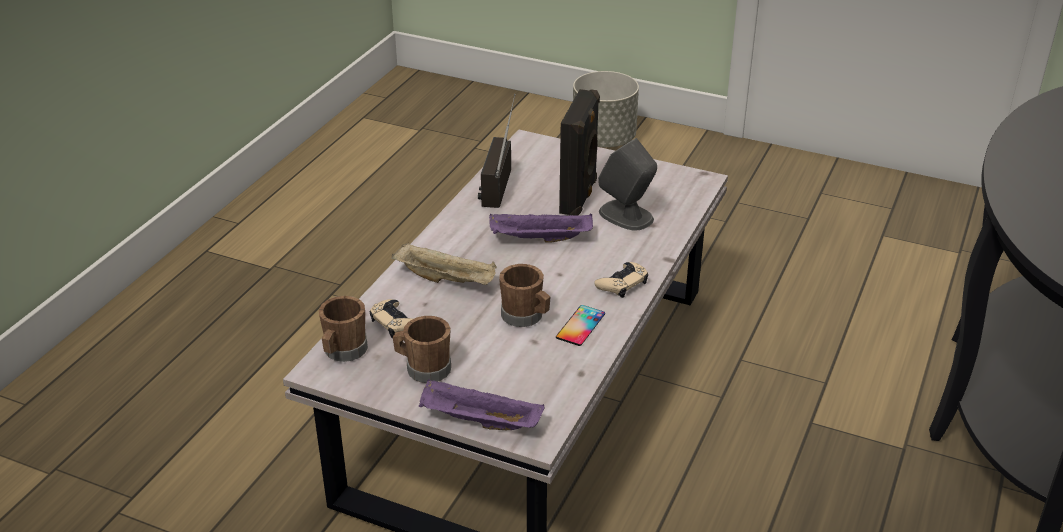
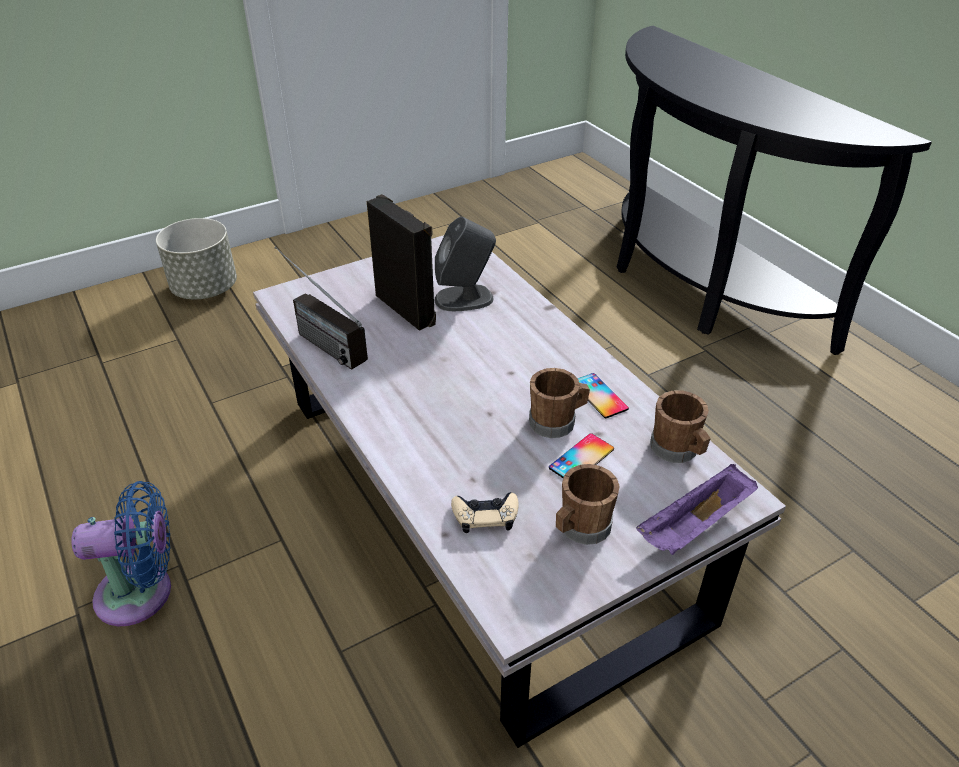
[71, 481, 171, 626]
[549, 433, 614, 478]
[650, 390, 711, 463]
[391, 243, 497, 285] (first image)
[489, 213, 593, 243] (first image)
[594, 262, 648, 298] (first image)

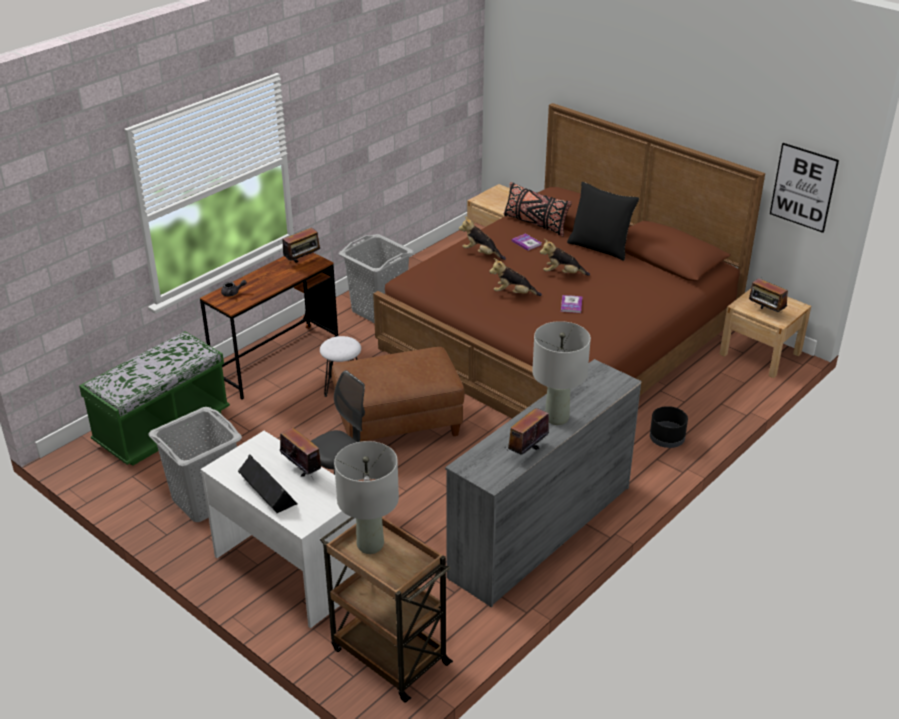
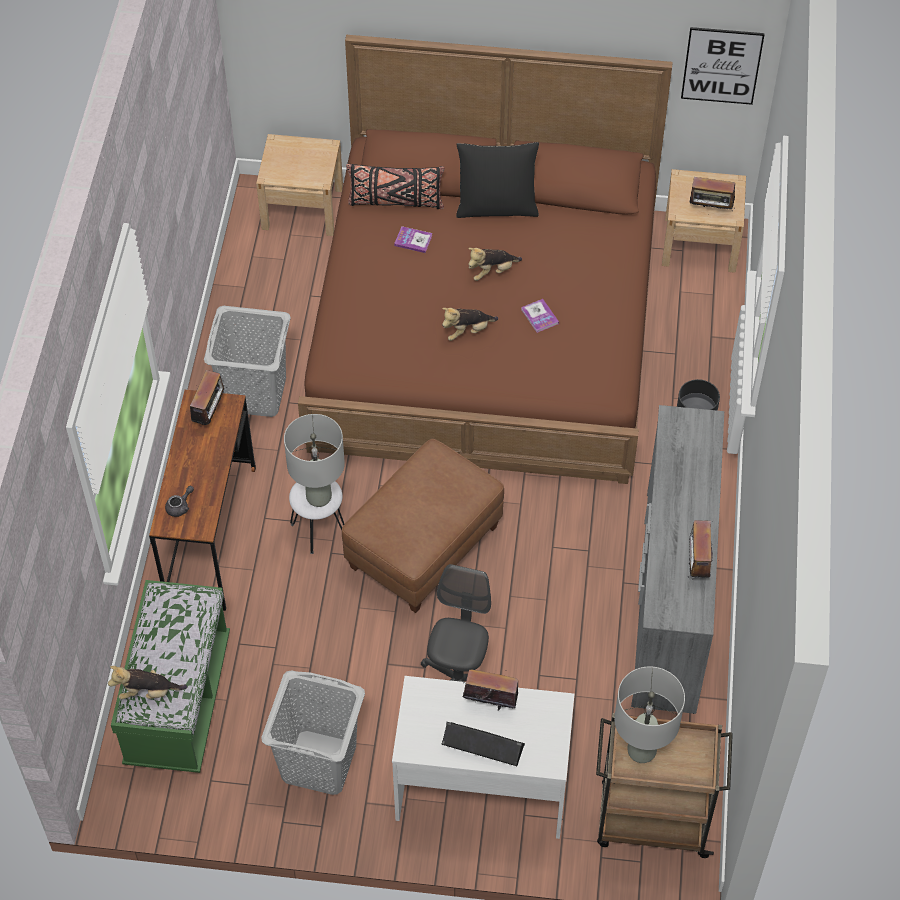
[108, 666, 187, 699]
[284, 414, 345, 507]

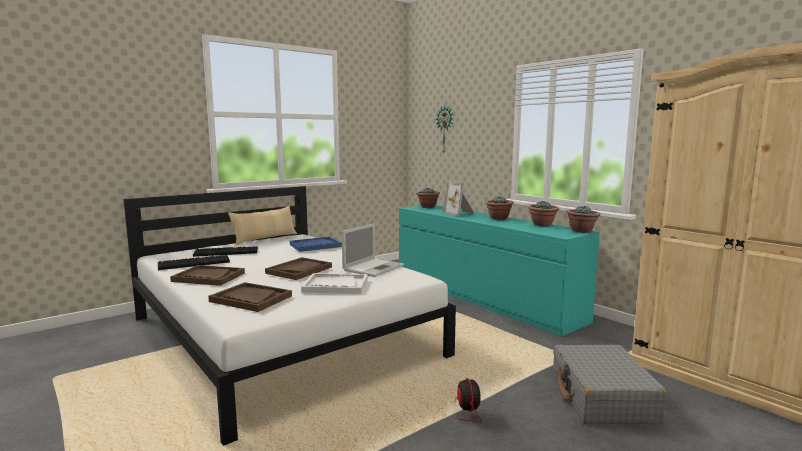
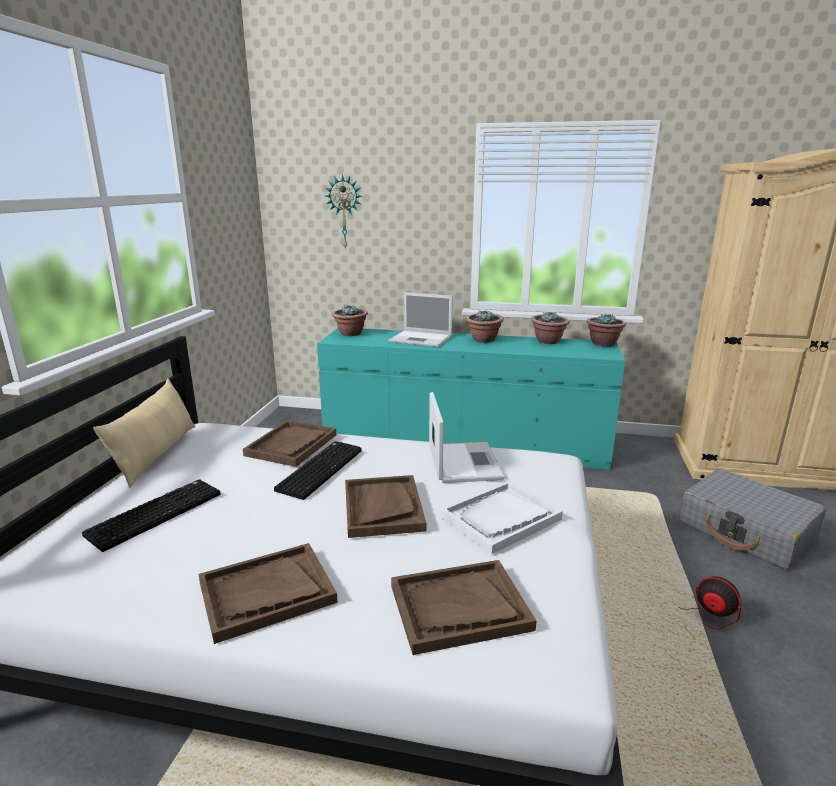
[243, 420, 336, 467]
[274, 441, 362, 500]
[388, 292, 453, 347]

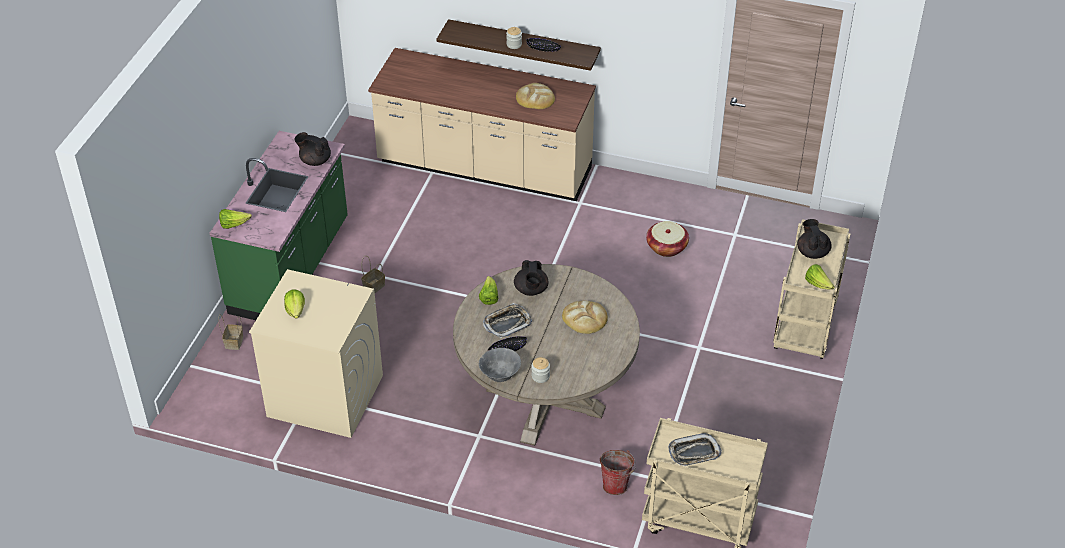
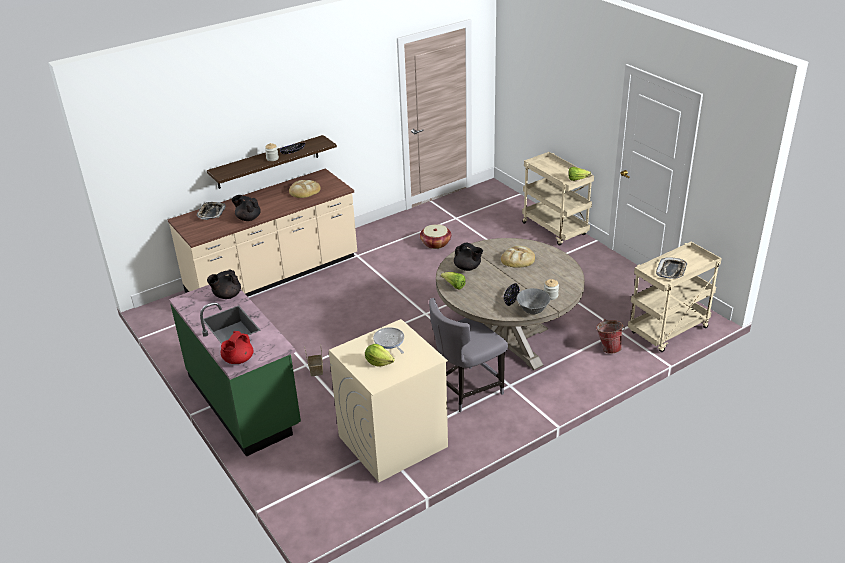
[197, 202, 226, 220]
[220, 331, 253, 364]
[232, 195, 261, 221]
[373, 327, 404, 354]
[429, 298, 508, 413]
[218, 314, 243, 350] (first image)

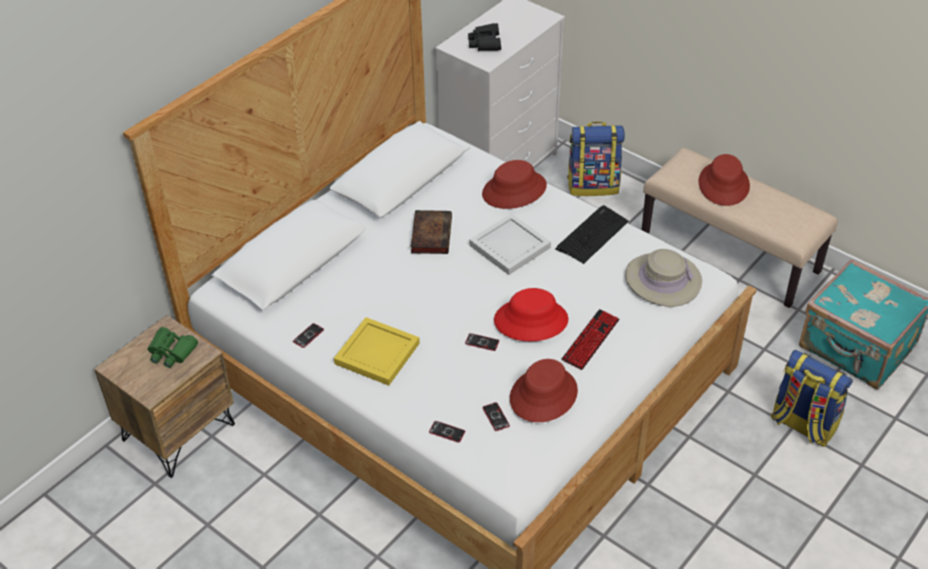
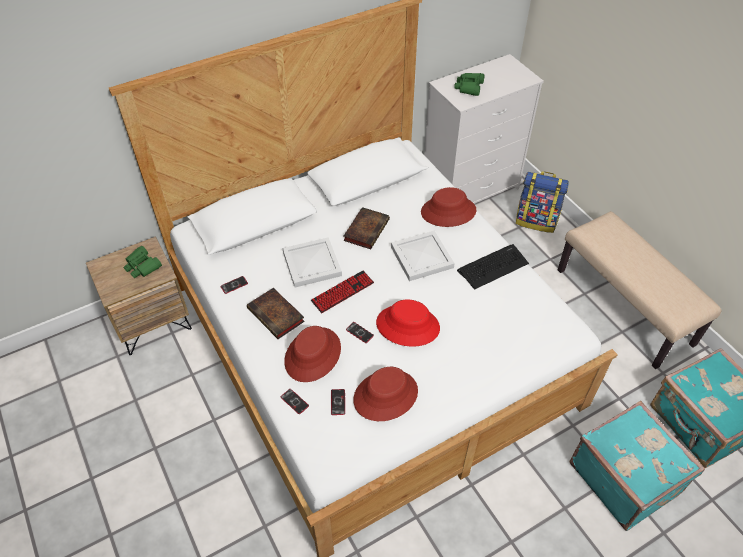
[247, 288, 305, 339]
[283, 237, 342, 287]
[284, 326, 341, 382]
[311, 271, 374, 313]
[454, 73, 484, 96]
[569, 401, 705, 531]
[625, 249, 702, 307] (first image)

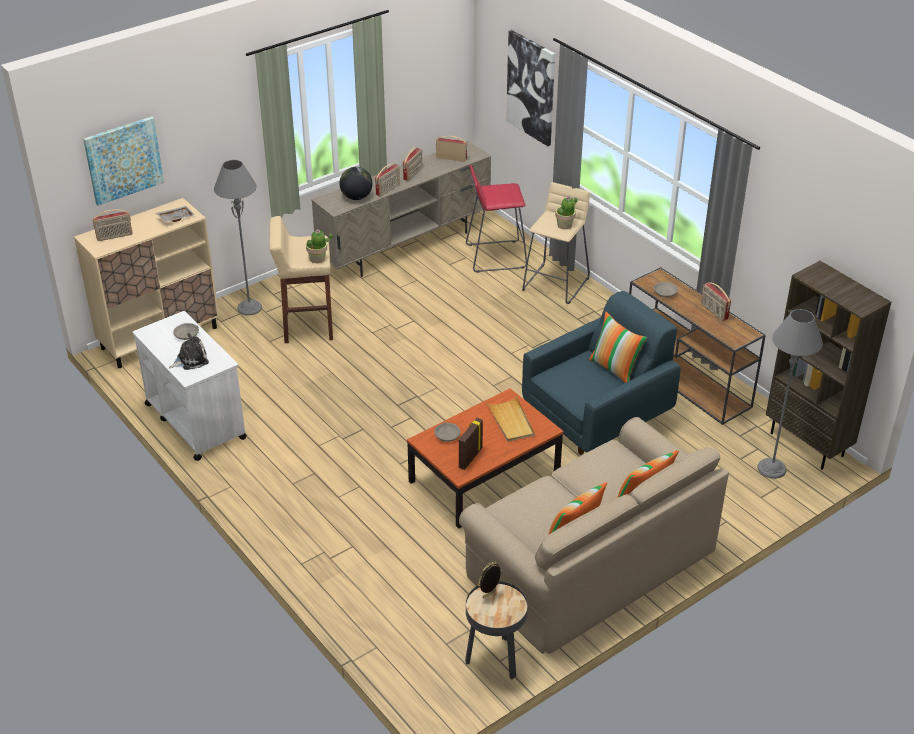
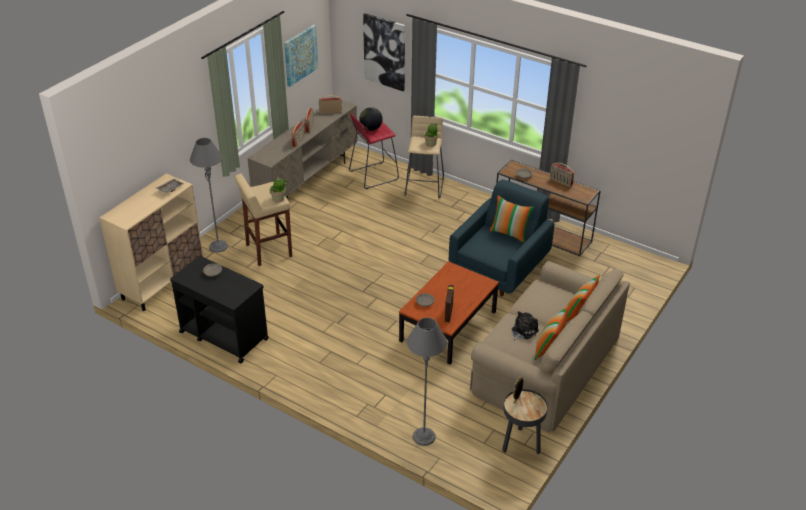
[170, 256, 269, 363]
[284, 25, 318, 87]
[359, 107, 383, 131]
[407, 317, 447, 446]
[512, 311, 539, 341]
[93, 209, 133, 241] (first image)
[486, 396, 535, 442] (first image)
[766, 261, 891, 470] (first image)

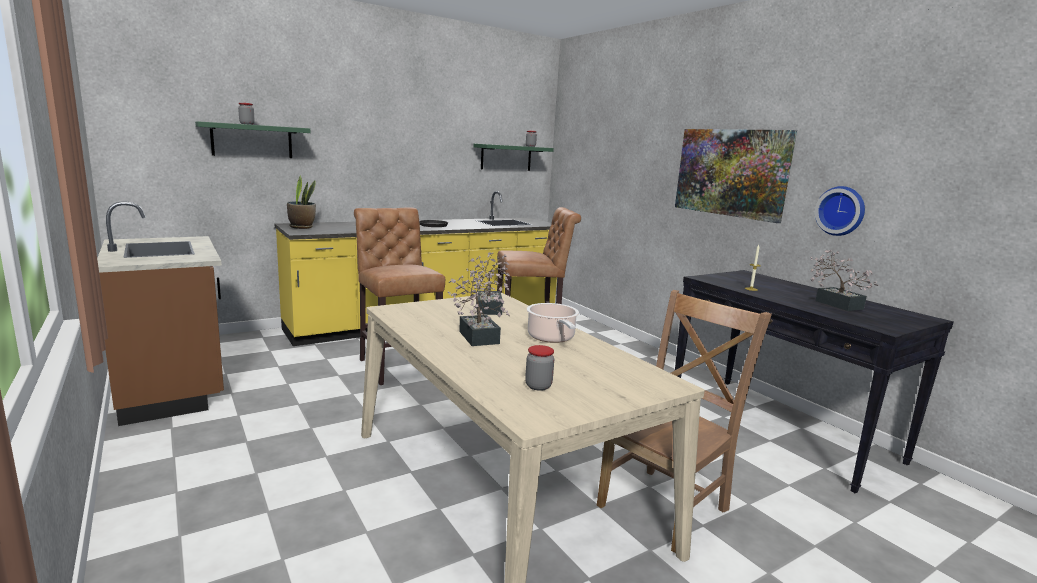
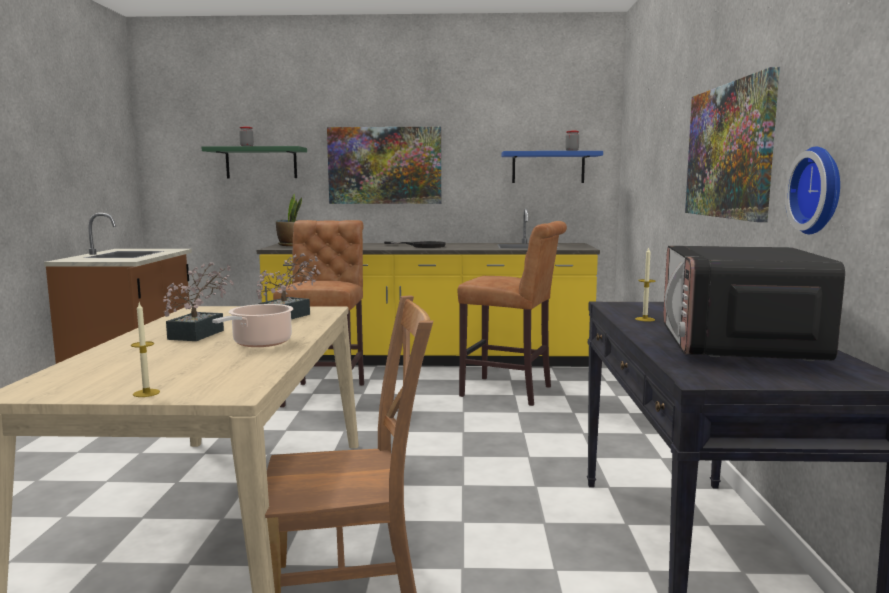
[131, 303, 160, 397]
[327, 127, 441, 204]
[501, 151, 603, 183]
[663, 246, 845, 361]
[525, 345, 554, 391] (first image)

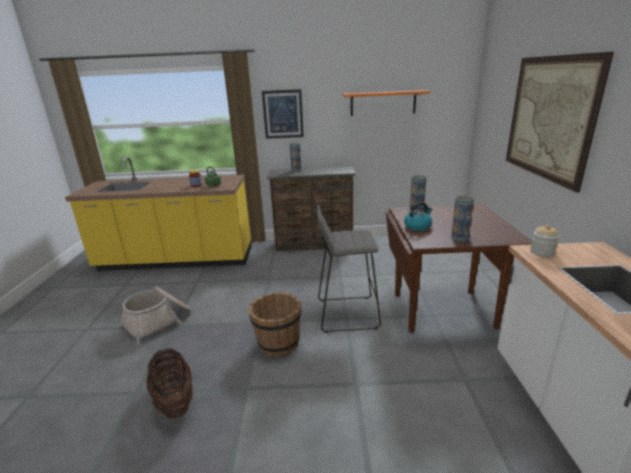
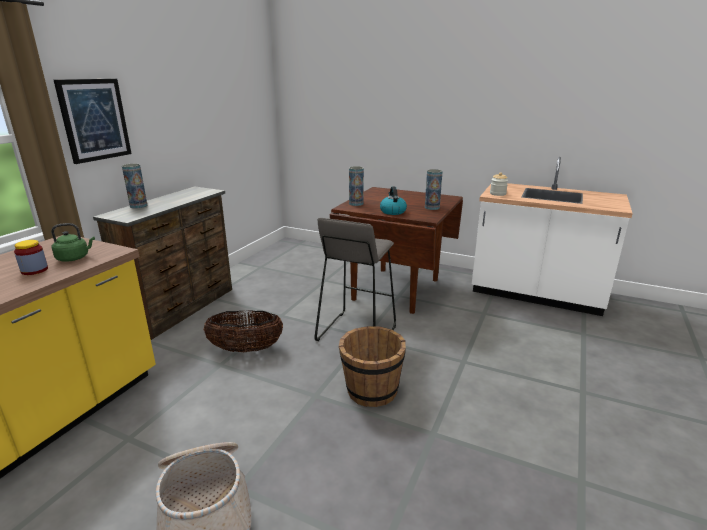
[203, 310, 283, 352]
[343, 90, 430, 116] (first image)
[506, 52, 614, 193] (first image)

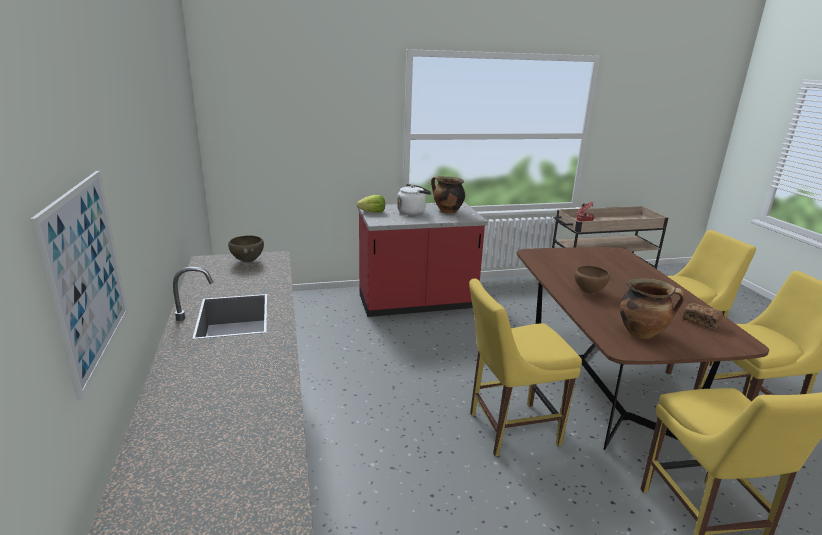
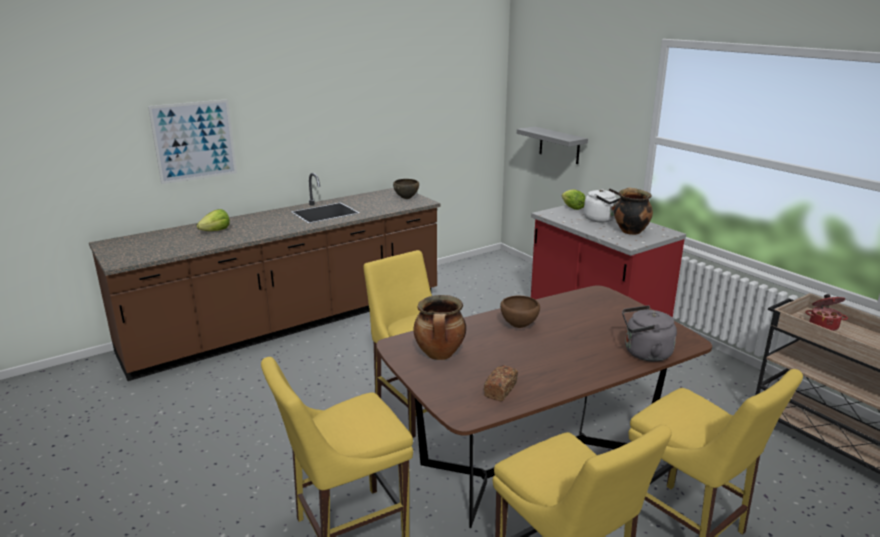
[197, 209, 230, 231]
[517, 127, 588, 164]
[622, 305, 677, 362]

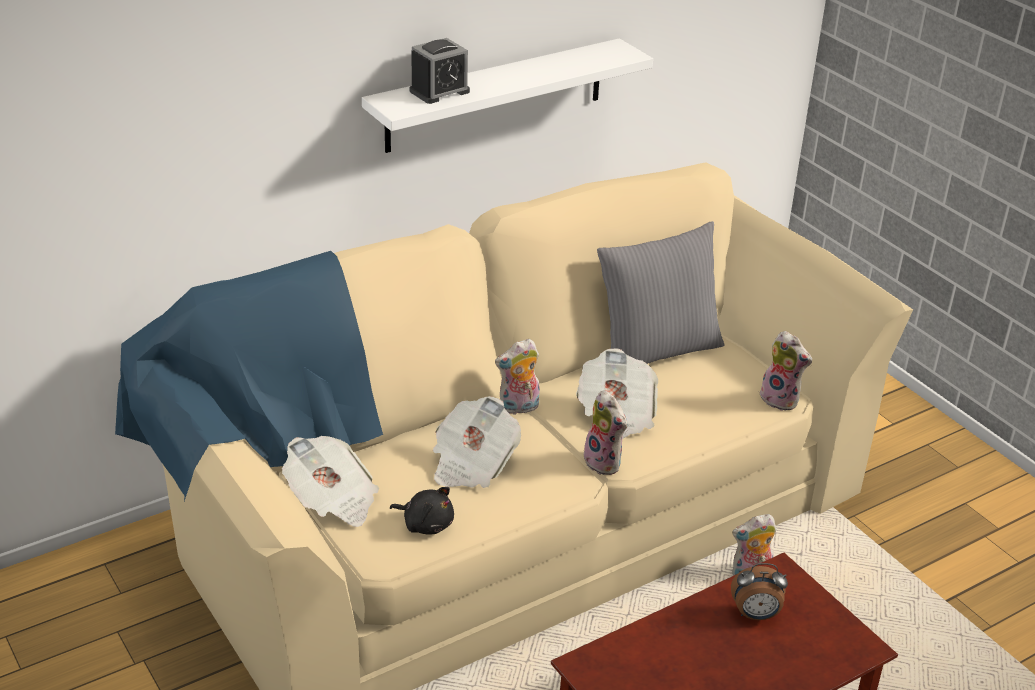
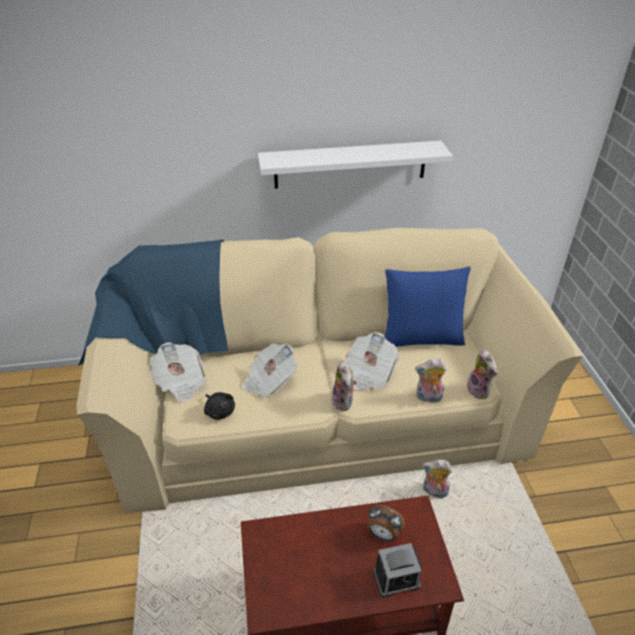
[373, 543, 422, 598]
[385, 267, 471, 347]
[415, 359, 447, 403]

